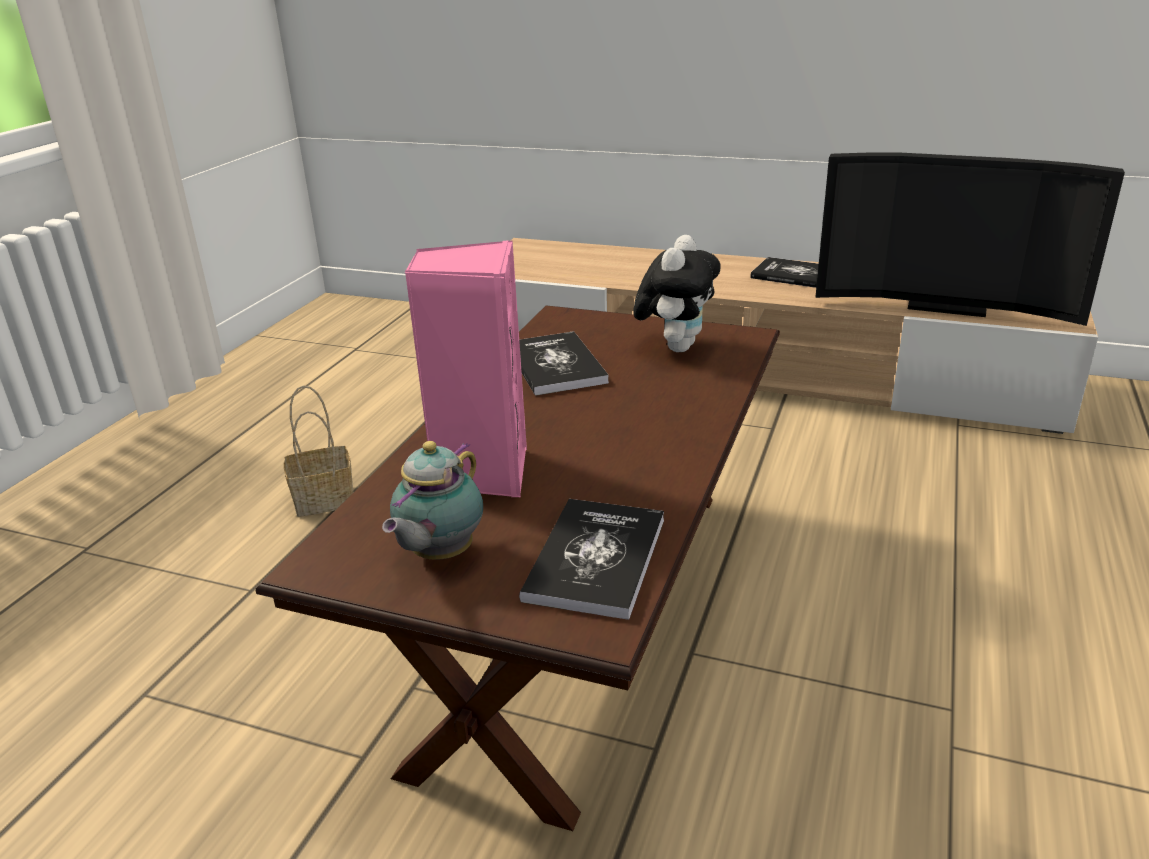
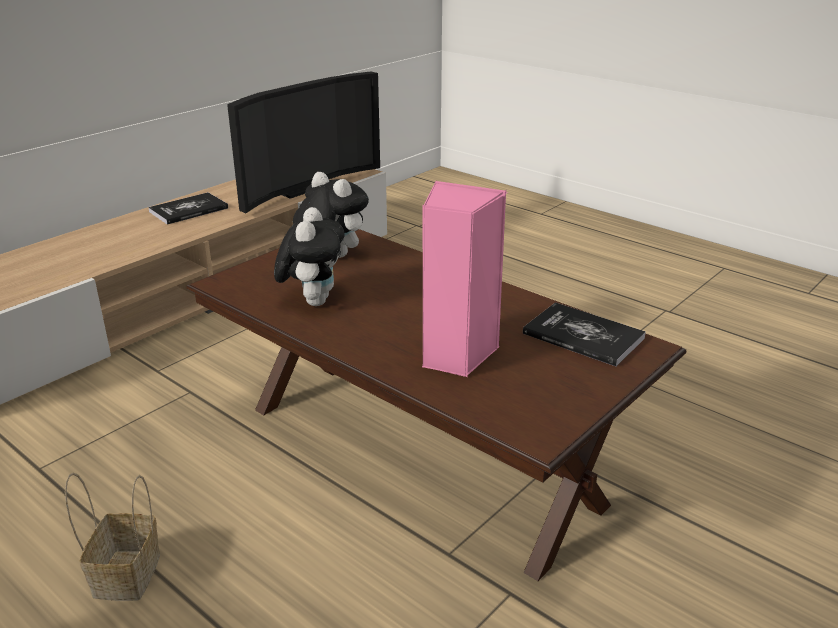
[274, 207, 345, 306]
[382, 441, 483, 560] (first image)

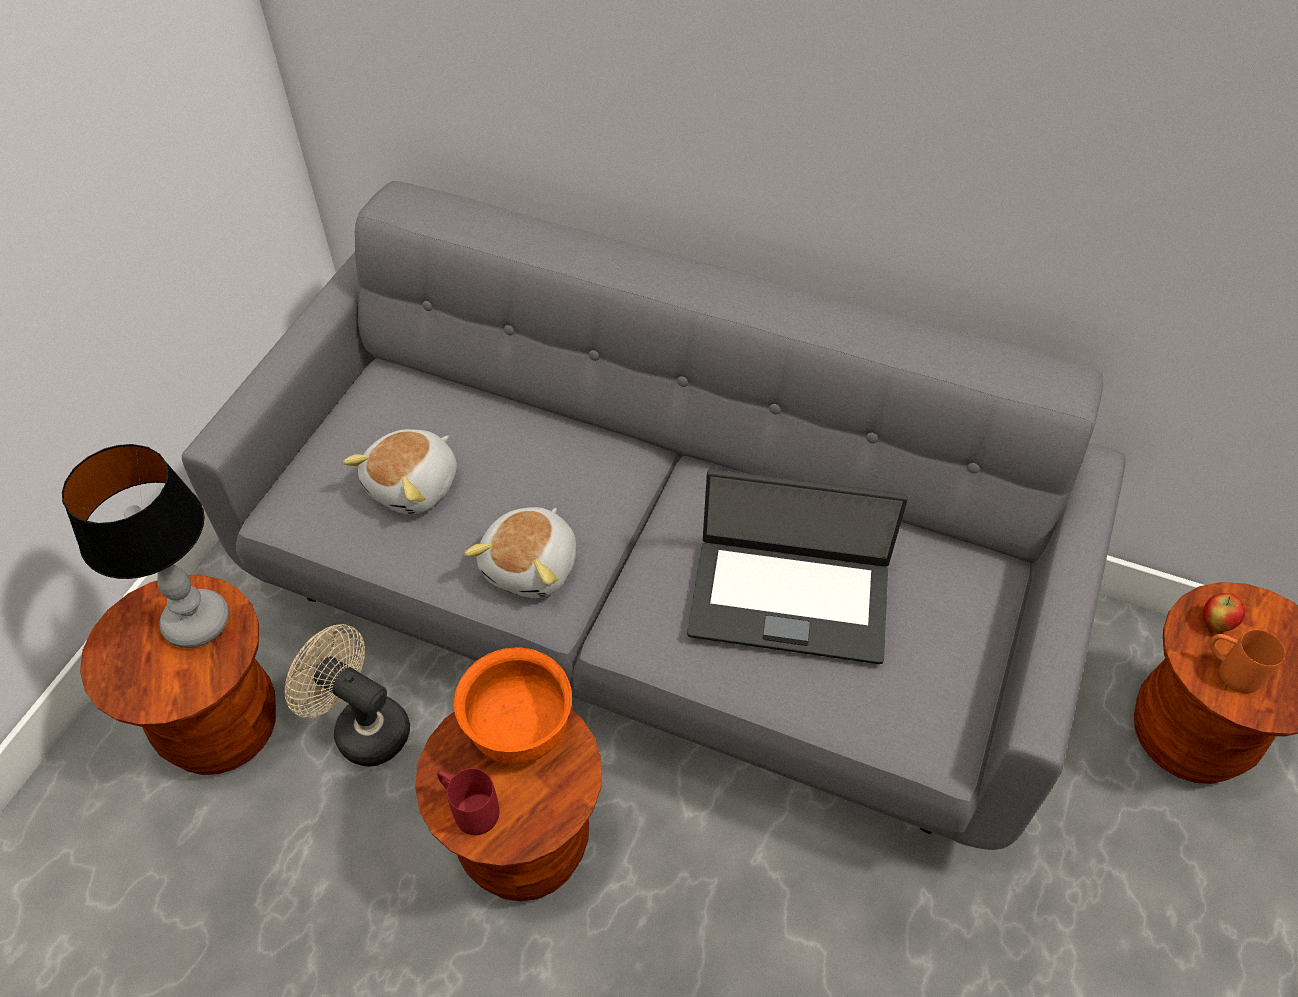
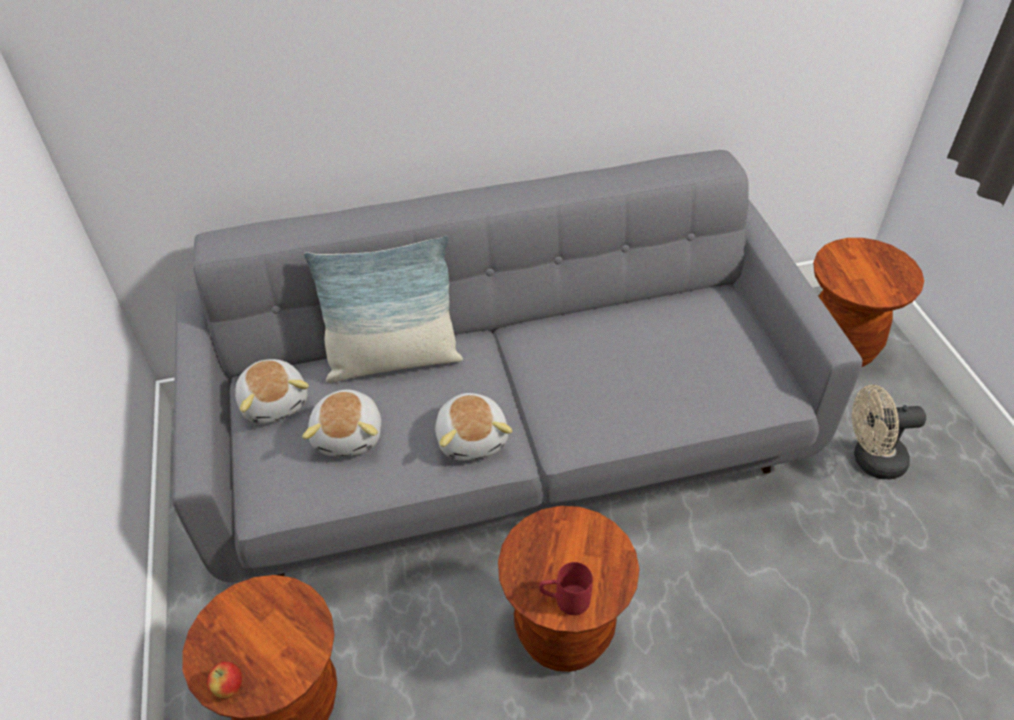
[207, 662, 242, 698]
[235, 359, 309, 424]
[304, 236, 463, 383]
[852, 385, 926, 479]
[62, 444, 229, 648] (first image)
[454, 648, 572, 764] (first image)
[687, 469, 908, 664] (first image)
[1209, 630, 1285, 693] (first image)

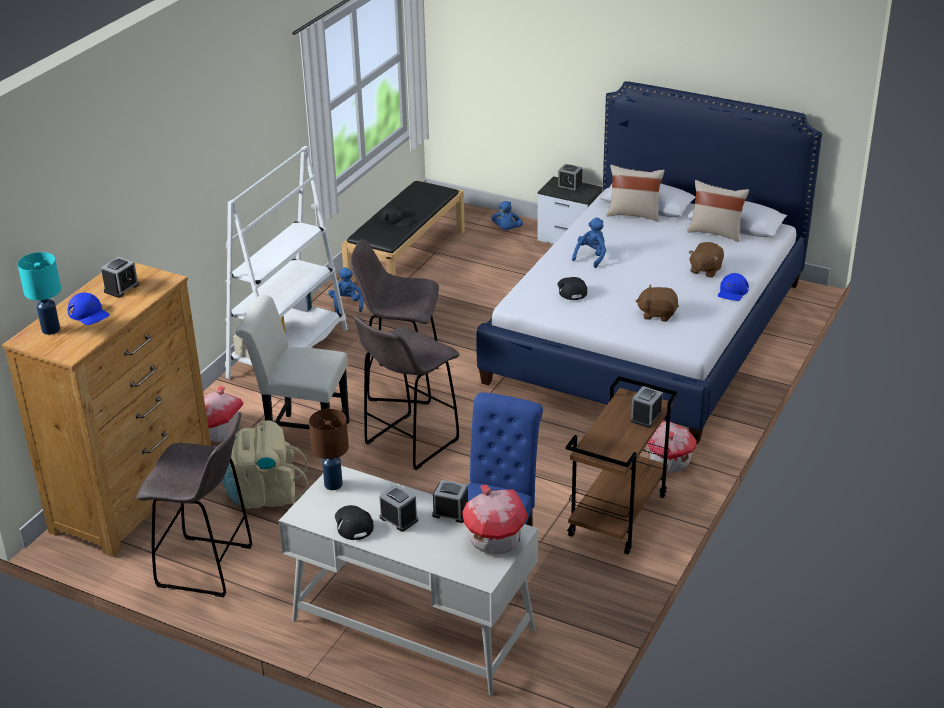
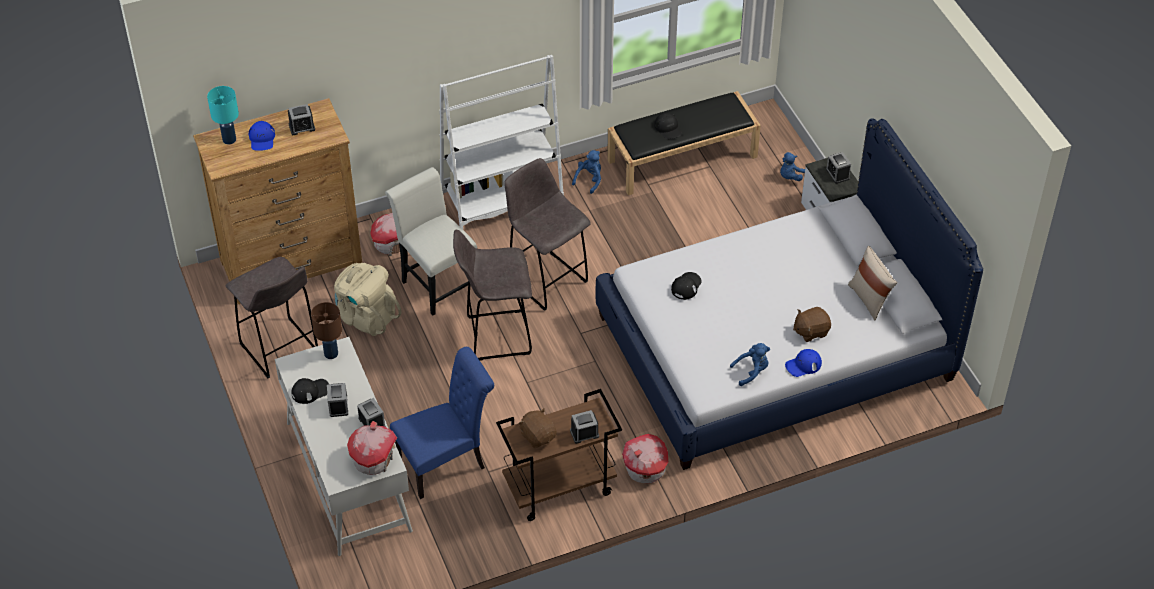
[291, 378, 329, 404]
[518, 408, 557, 448]
[730, 343, 770, 386]
[606, 165, 665, 222] (first image)

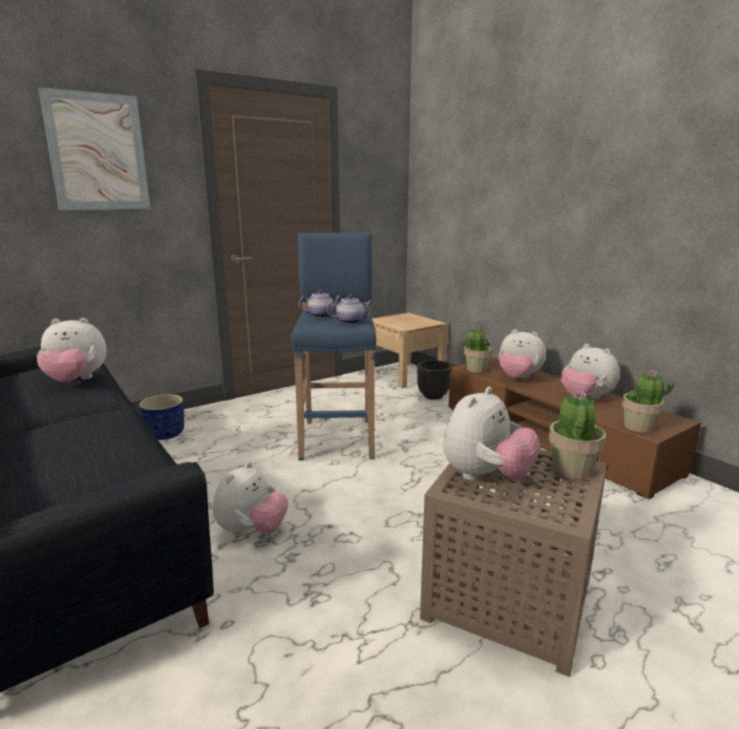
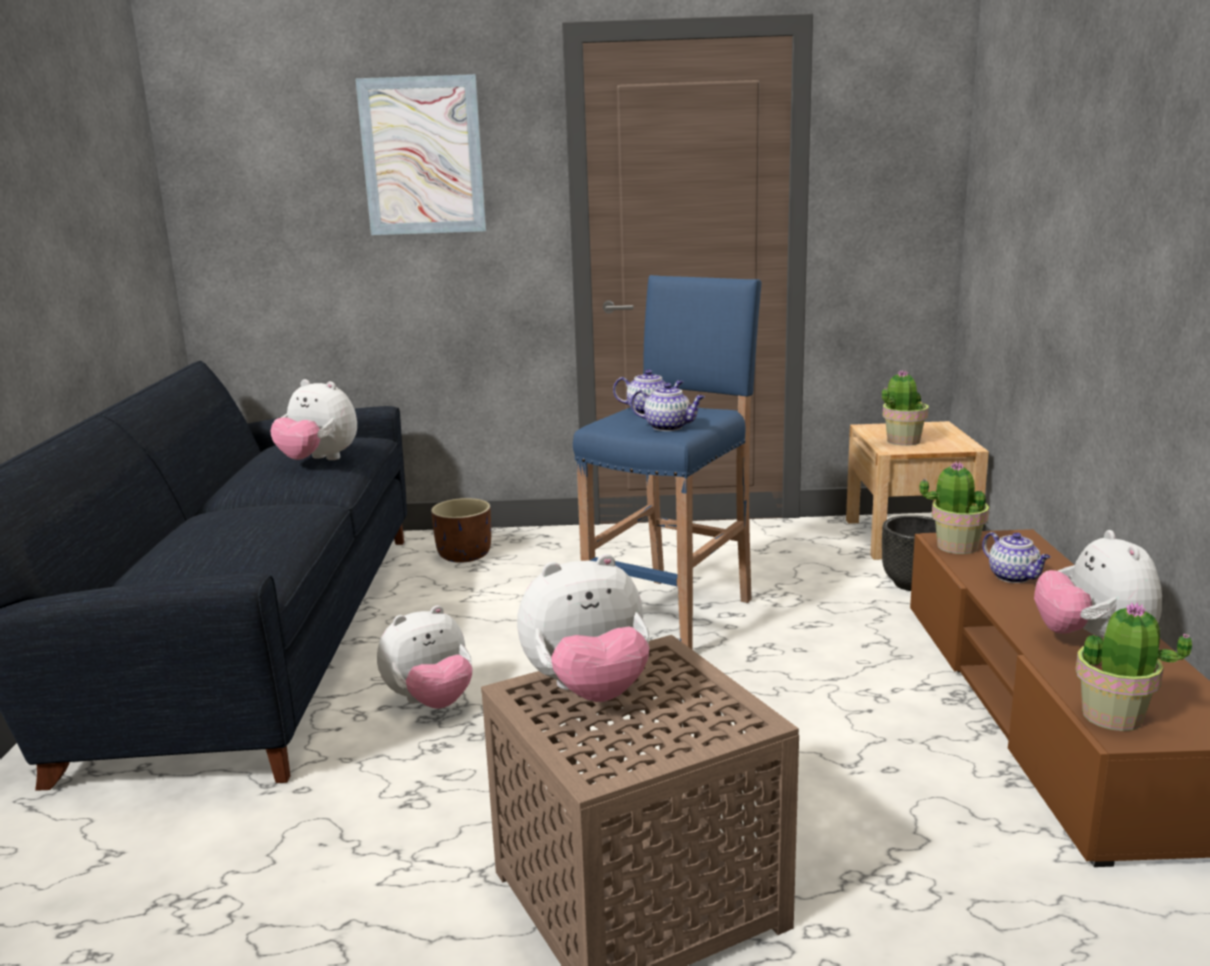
[431, 498, 491, 563]
[881, 370, 929, 446]
[982, 532, 1051, 583]

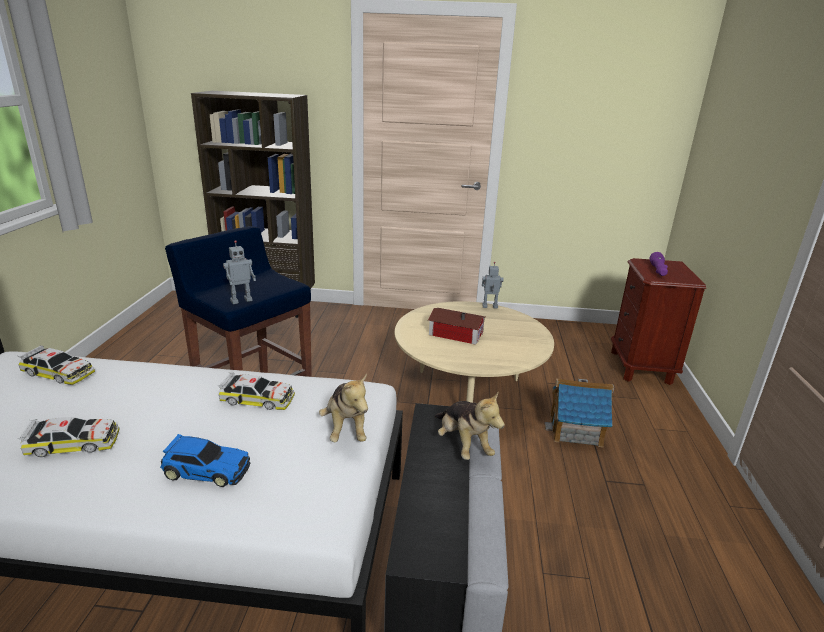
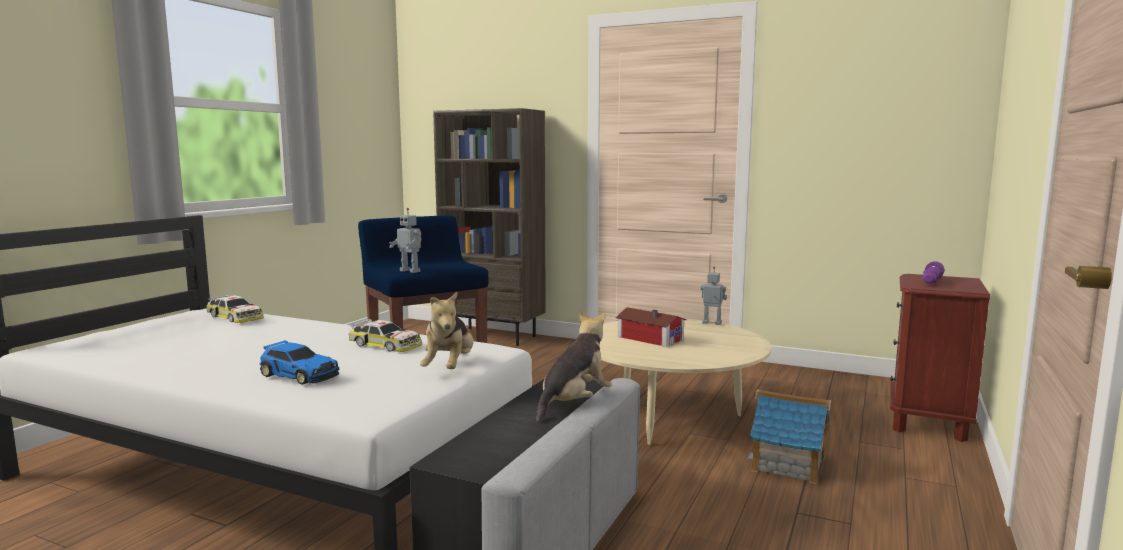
[389, 208, 421, 273]
[536, 311, 612, 423]
[18, 417, 120, 457] (first image)

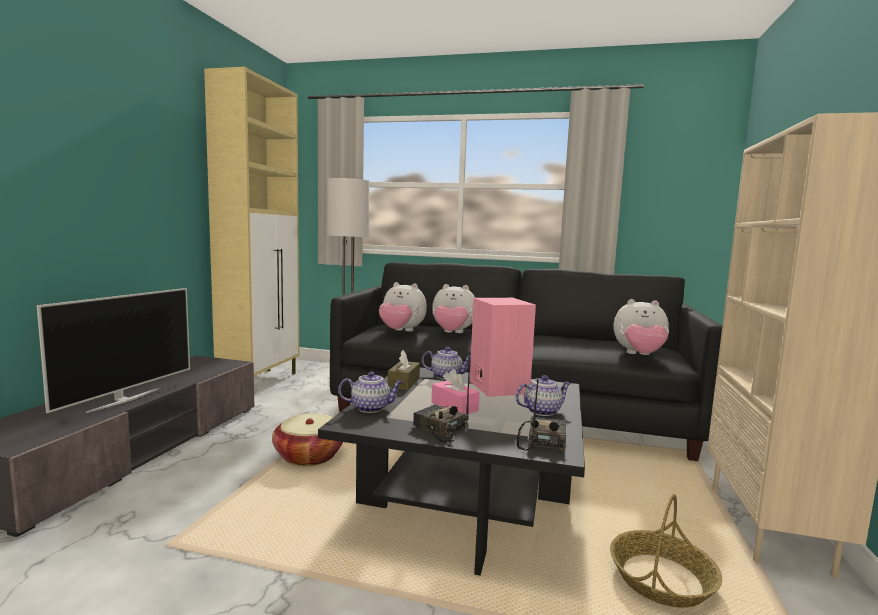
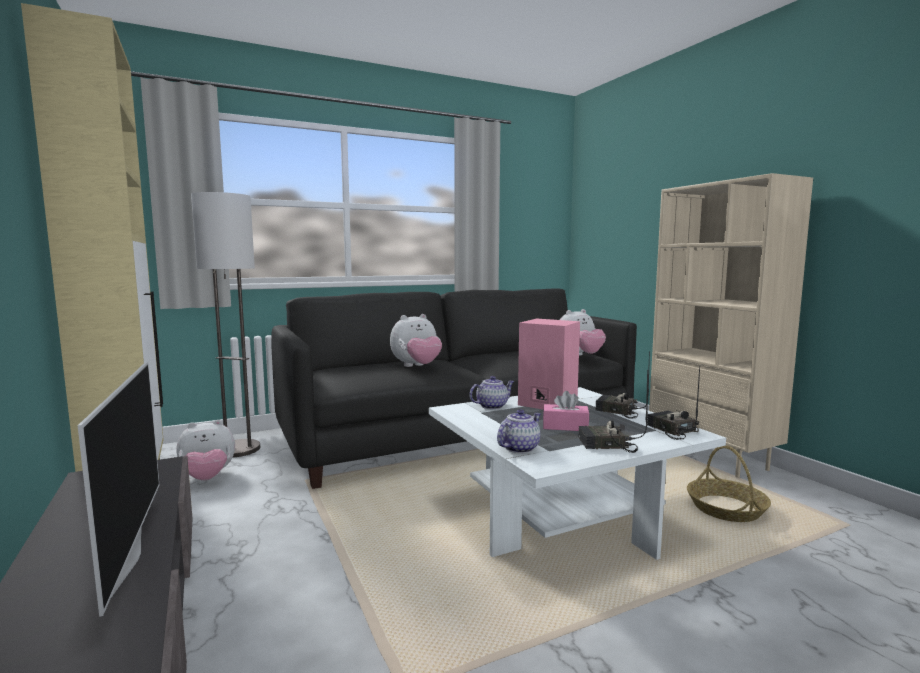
[177, 420, 235, 480]
[429, 387, 726, 560]
[596, 351, 650, 419]
[272, 414, 343, 466] (first image)
[388, 350, 420, 390] (first image)

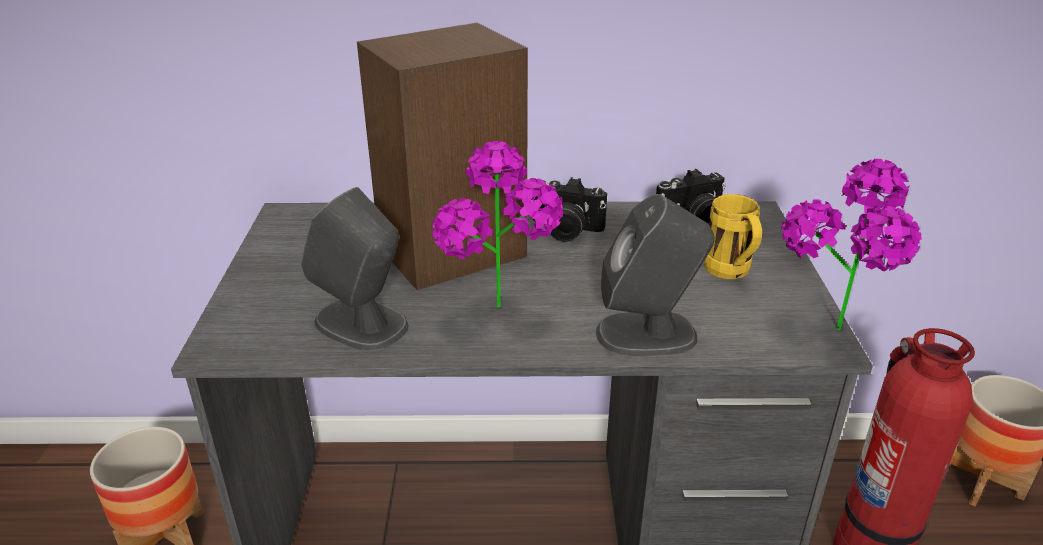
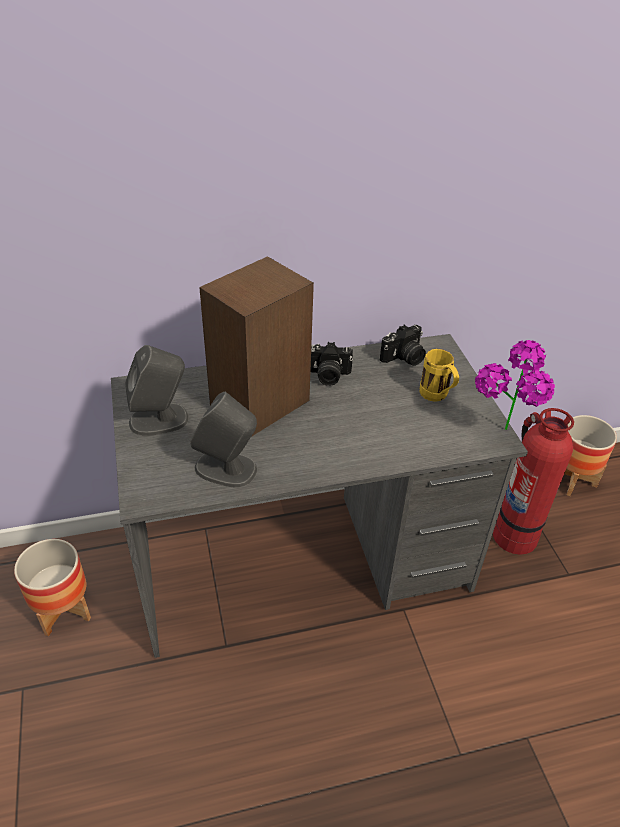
[125, 345, 189, 436]
[432, 141, 563, 307] (first image)

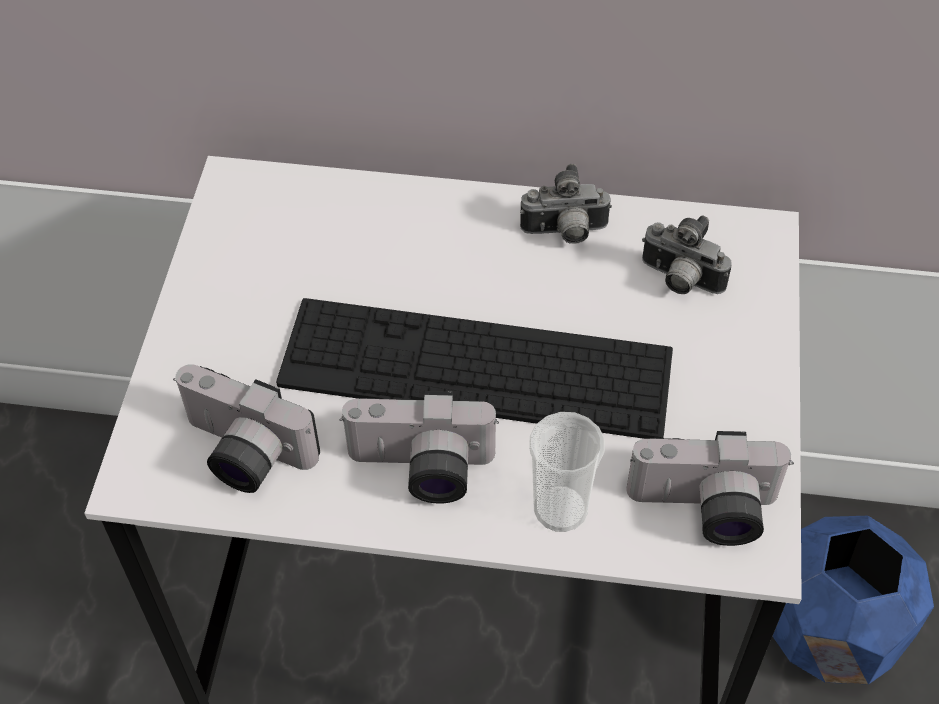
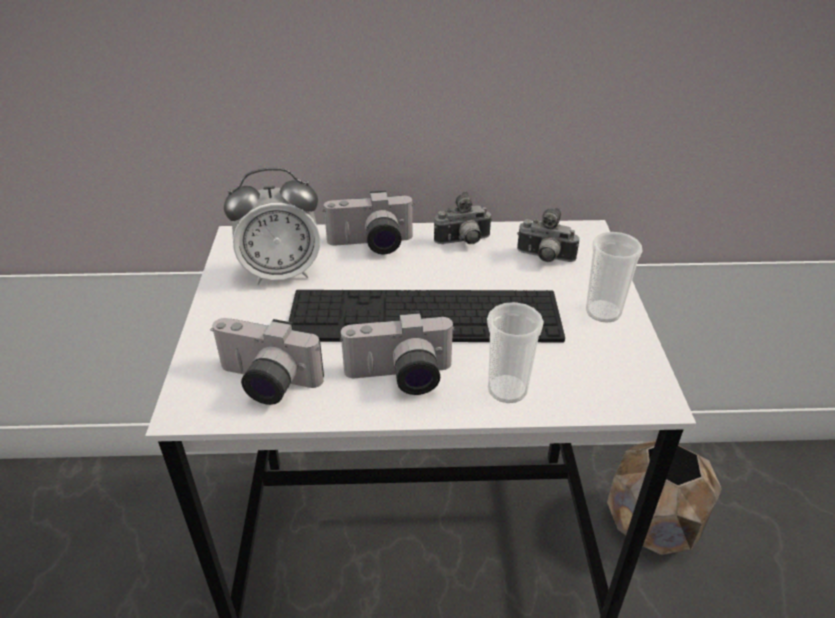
[224, 168, 320, 285]
[323, 191, 415, 254]
[586, 232, 642, 323]
[607, 441, 722, 555]

